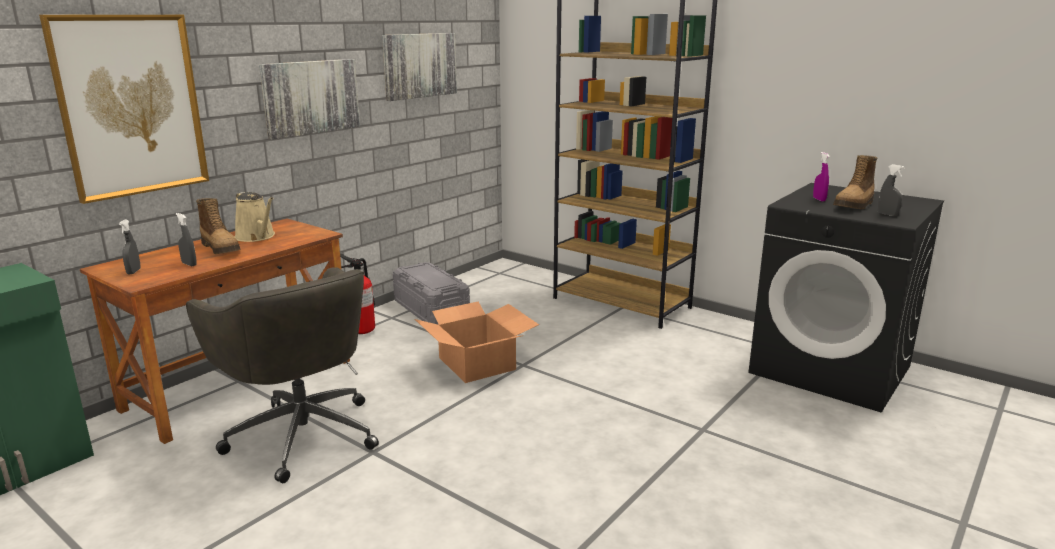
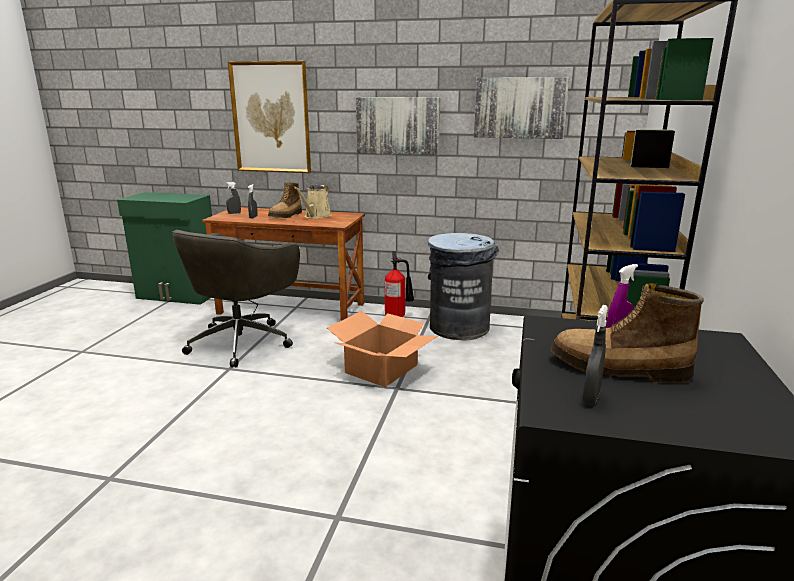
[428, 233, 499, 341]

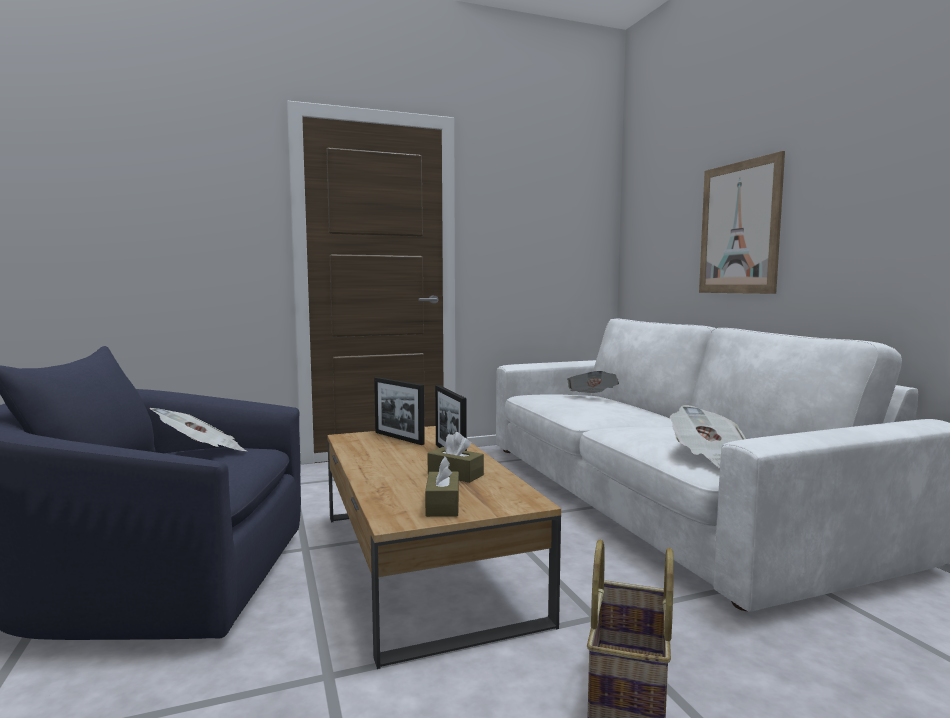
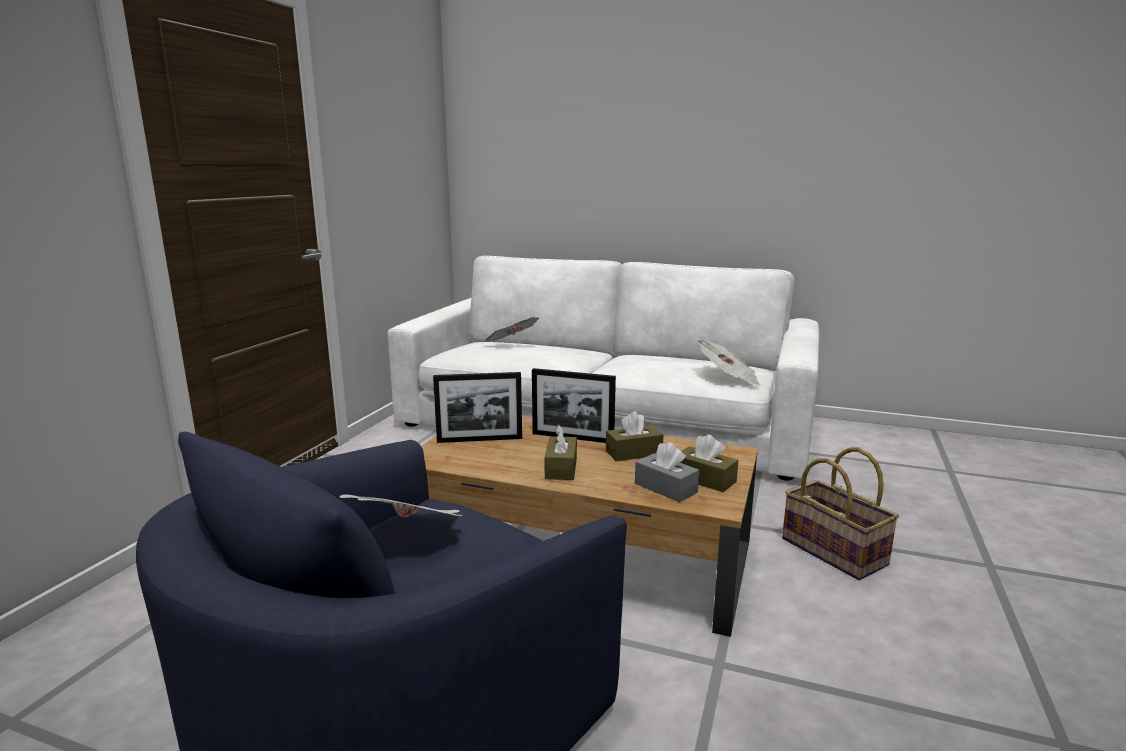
[699, 151, 785, 294] (first image)
[545, 425, 577, 480]
[635, 442, 699, 502]

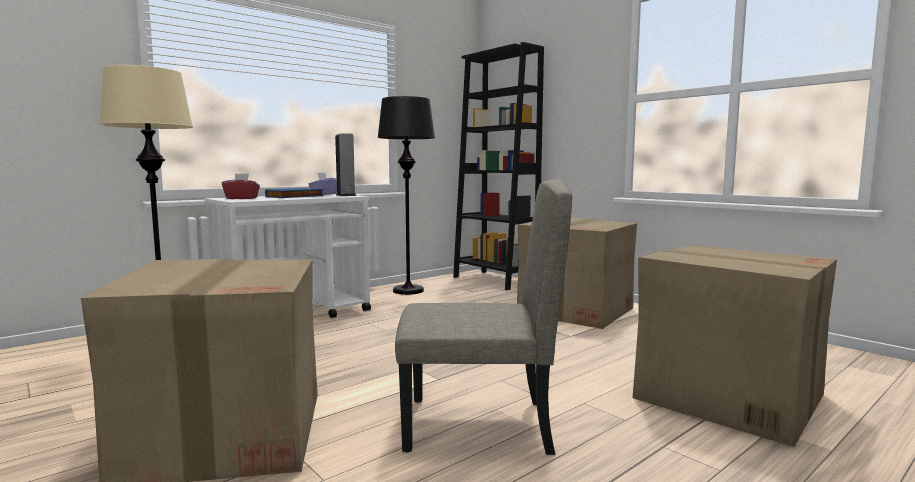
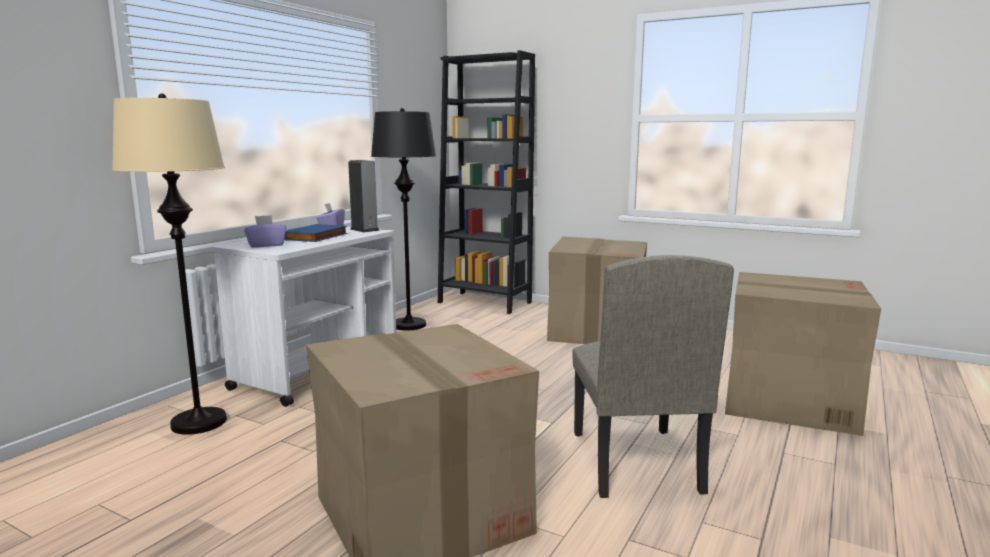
[244, 215, 286, 248]
[572, 255, 734, 498]

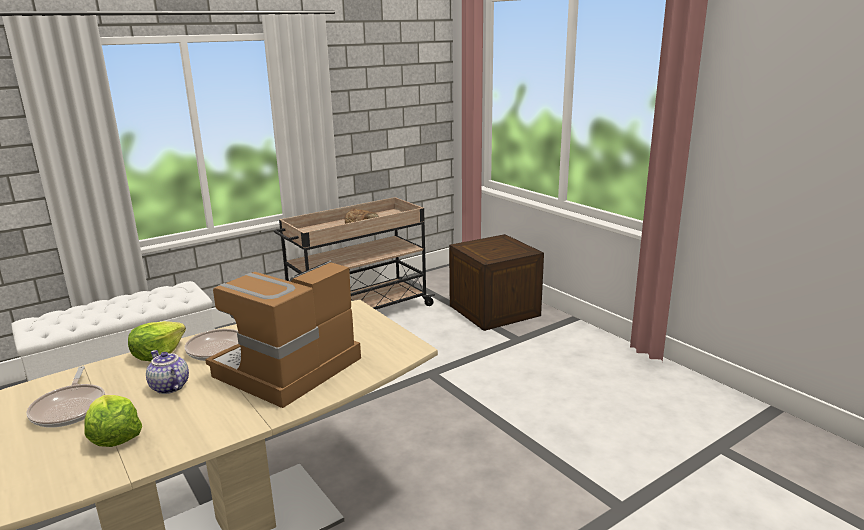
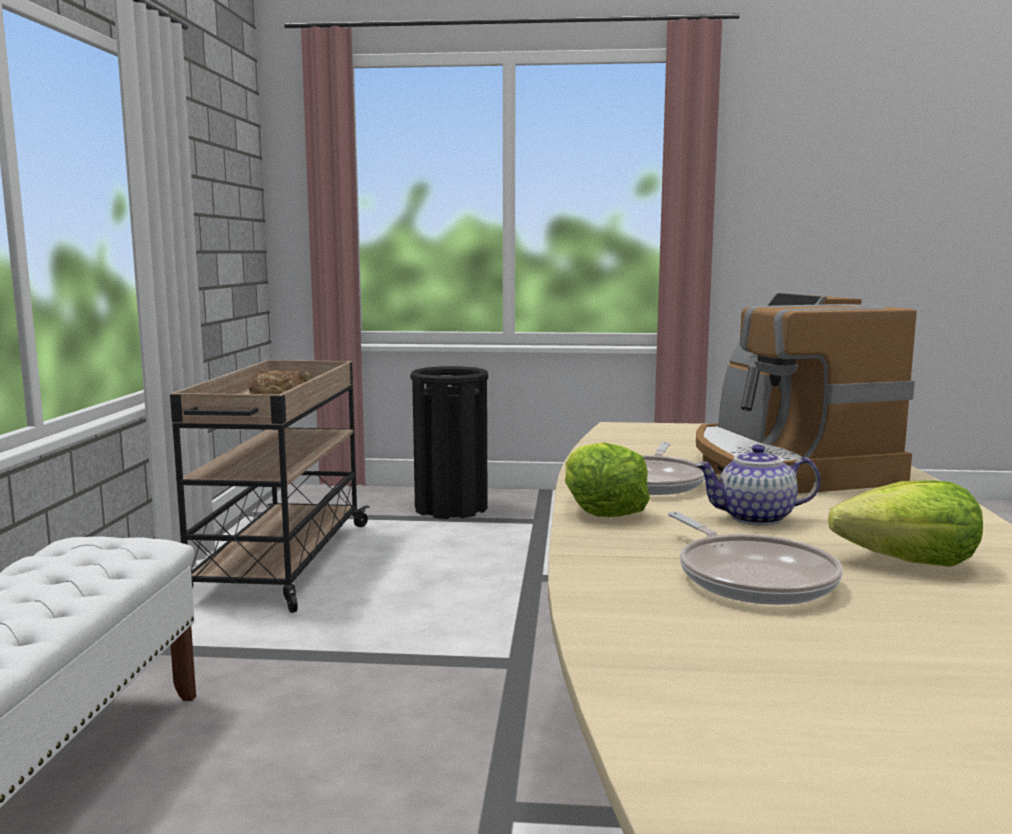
[410, 366, 488, 519]
[668, 511, 843, 605]

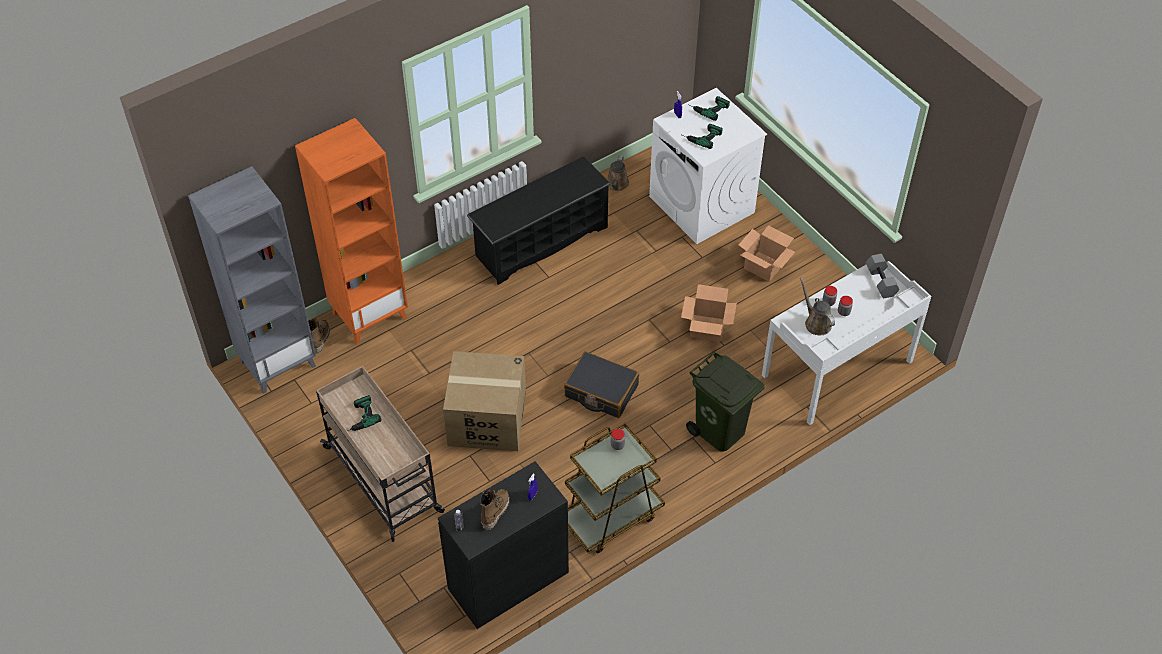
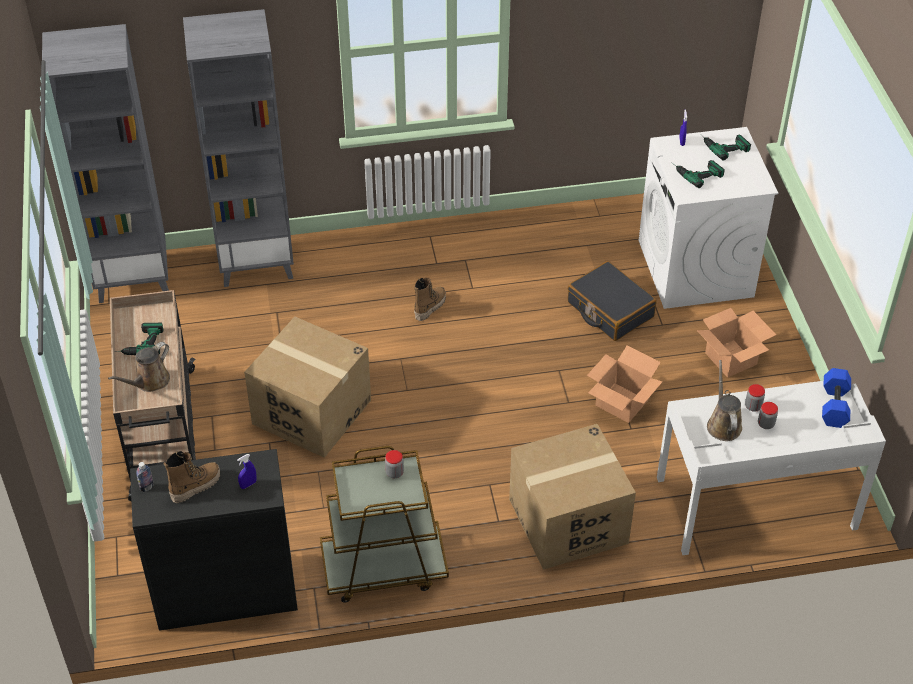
[183, 9, 294, 287]
[467, 156, 611, 285] (first image)
[108, 342, 170, 392]
[822, 368, 851, 428]
[414, 278, 446, 321]
[568, 261, 657, 341]
[509, 424, 636, 570]

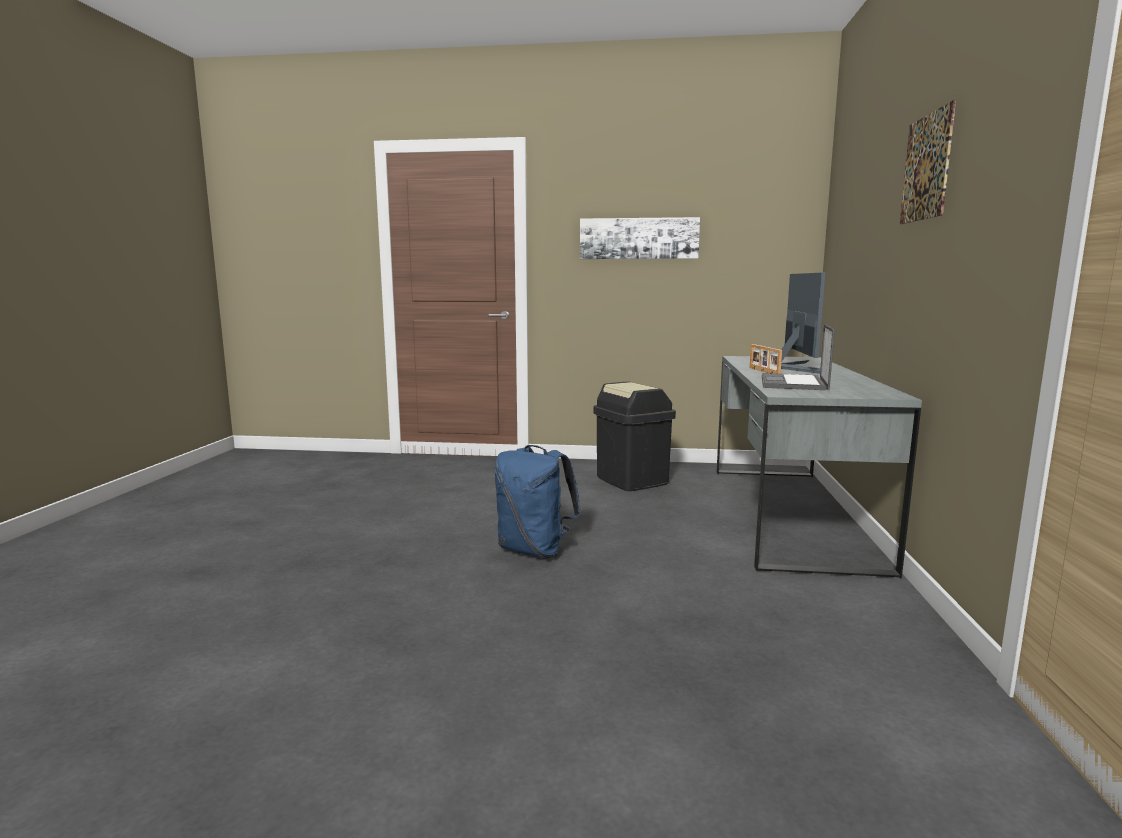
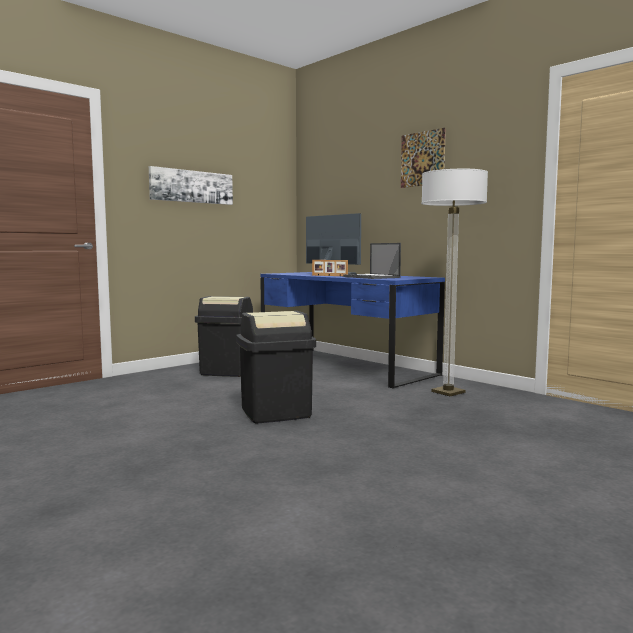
[260, 272, 445, 389]
[236, 311, 316, 423]
[421, 169, 488, 396]

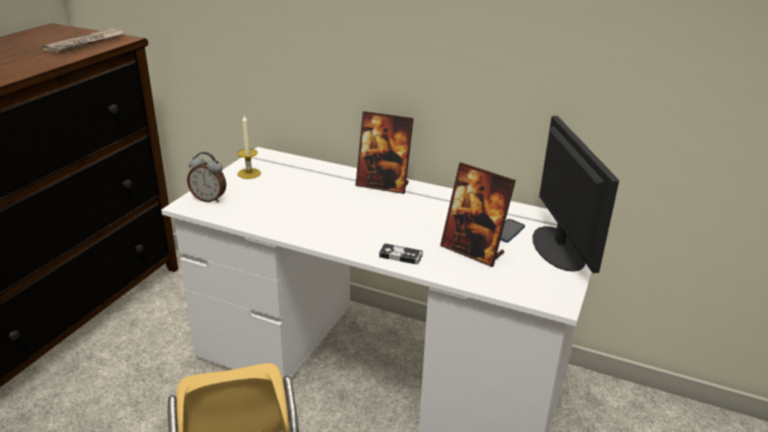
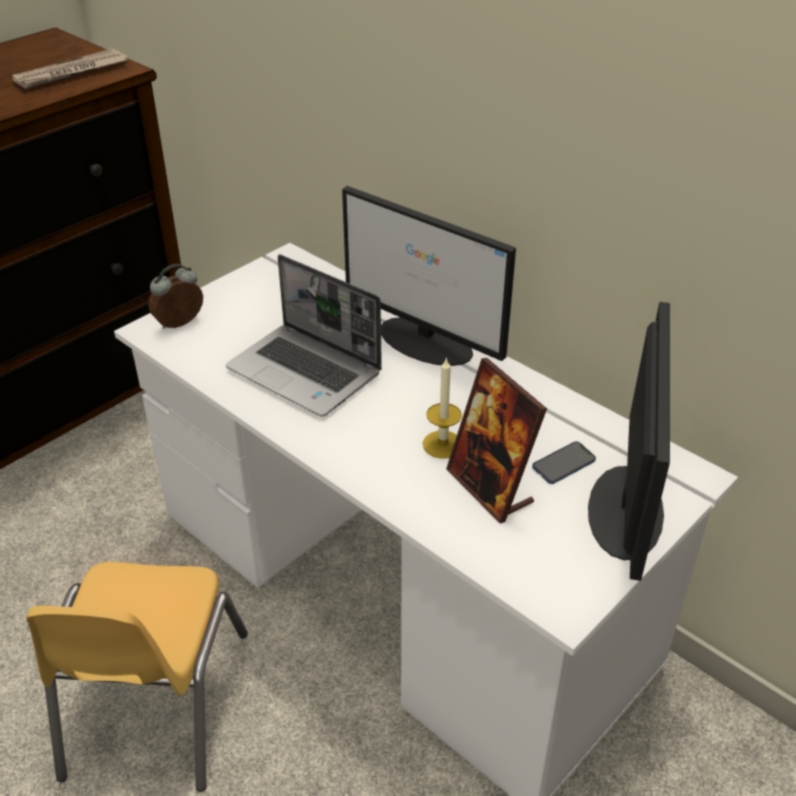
[342, 186, 516, 366]
[423, 357, 462, 459]
[148, 264, 203, 329]
[379, 243, 423, 264] (first image)
[226, 254, 382, 417]

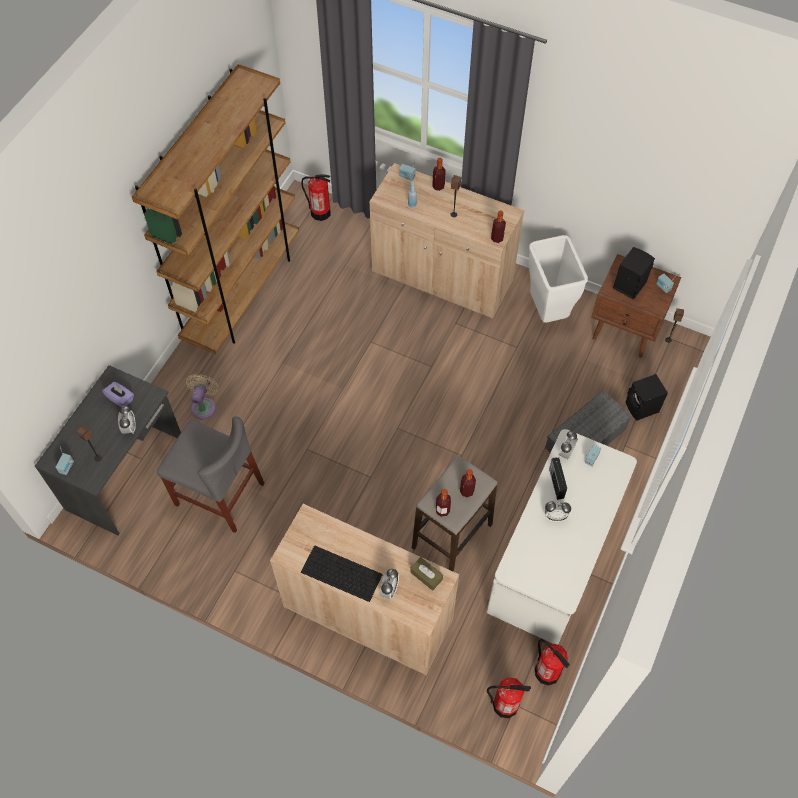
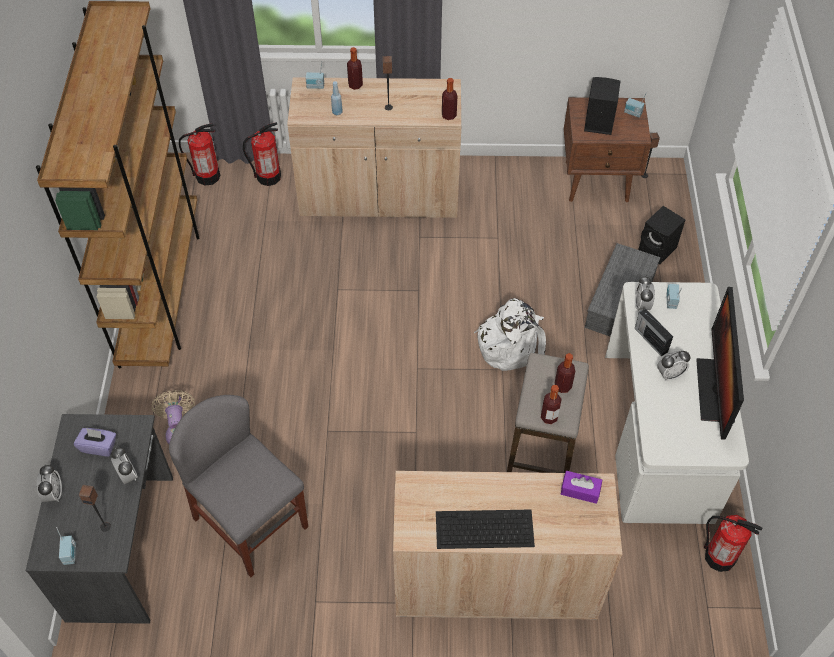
[529, 235, 588, 323] (first image)
[169, 395, 308, 577]
[561, 471, 602, 504]
[36, 465, 62, 502]
[243, 122, 281, 186]
[696, 287, 744, 440]
[474, 298, 546, 371]

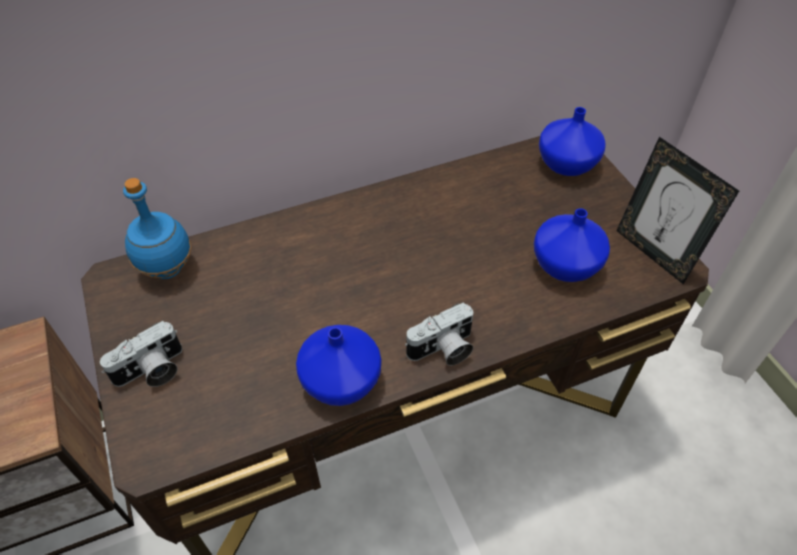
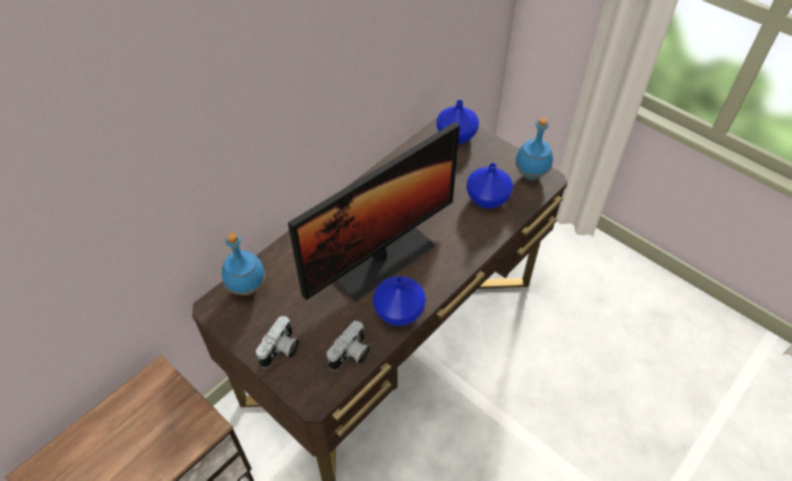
[515, 118, 553, 180]
[327, 321, 371, 371]
[288, 122, 460, 303]

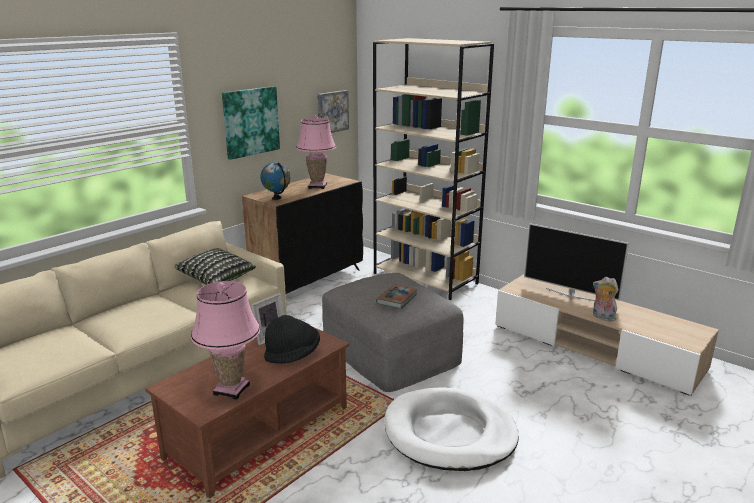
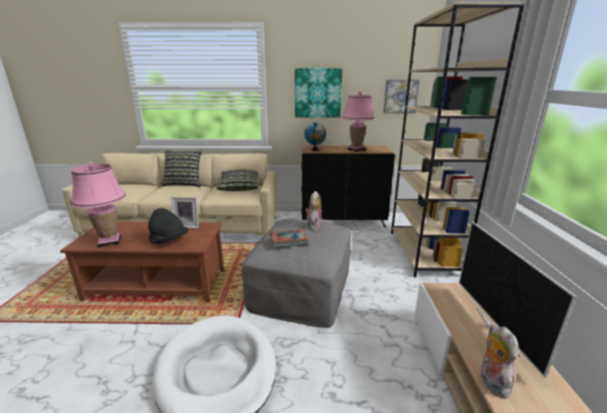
[162, 150, 202, 187]
[306, 191, 322, 231]

